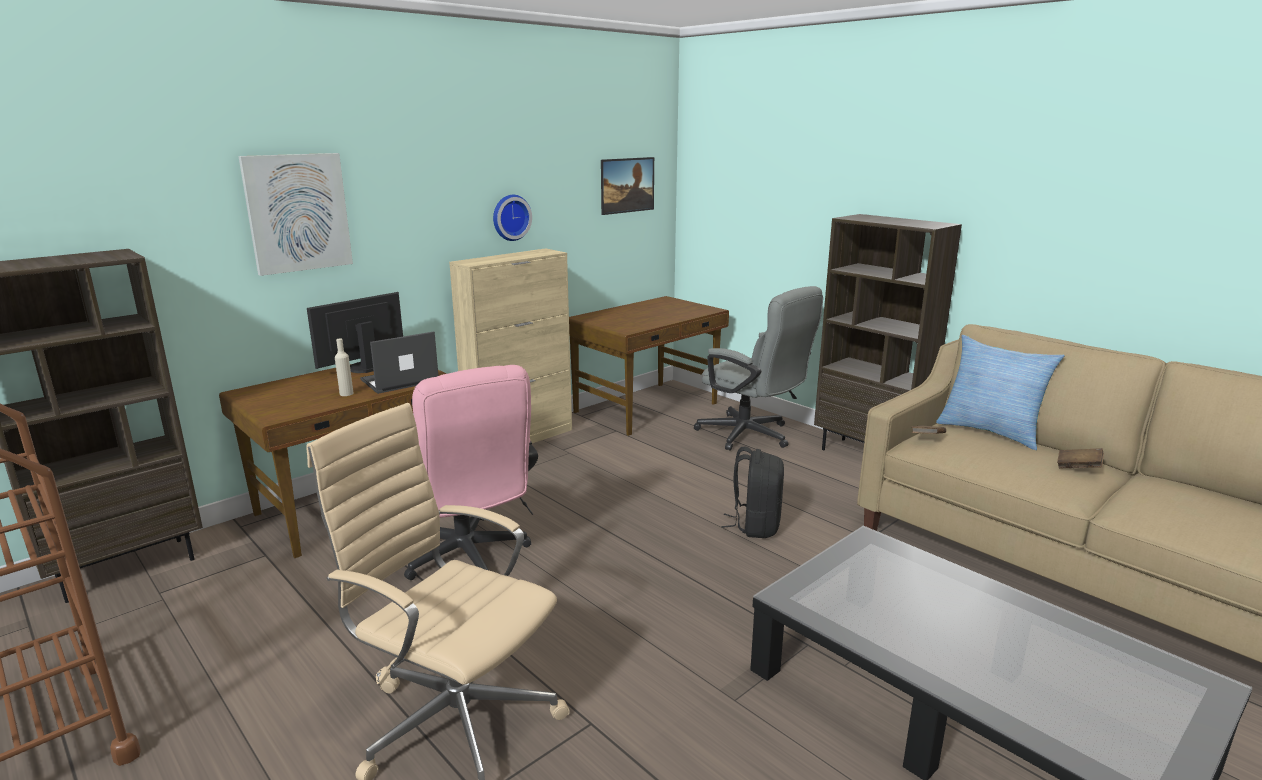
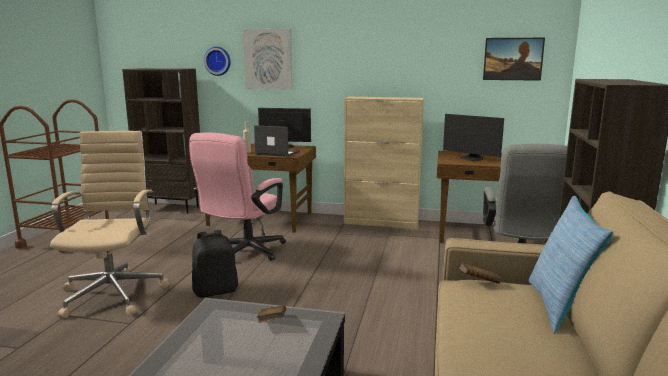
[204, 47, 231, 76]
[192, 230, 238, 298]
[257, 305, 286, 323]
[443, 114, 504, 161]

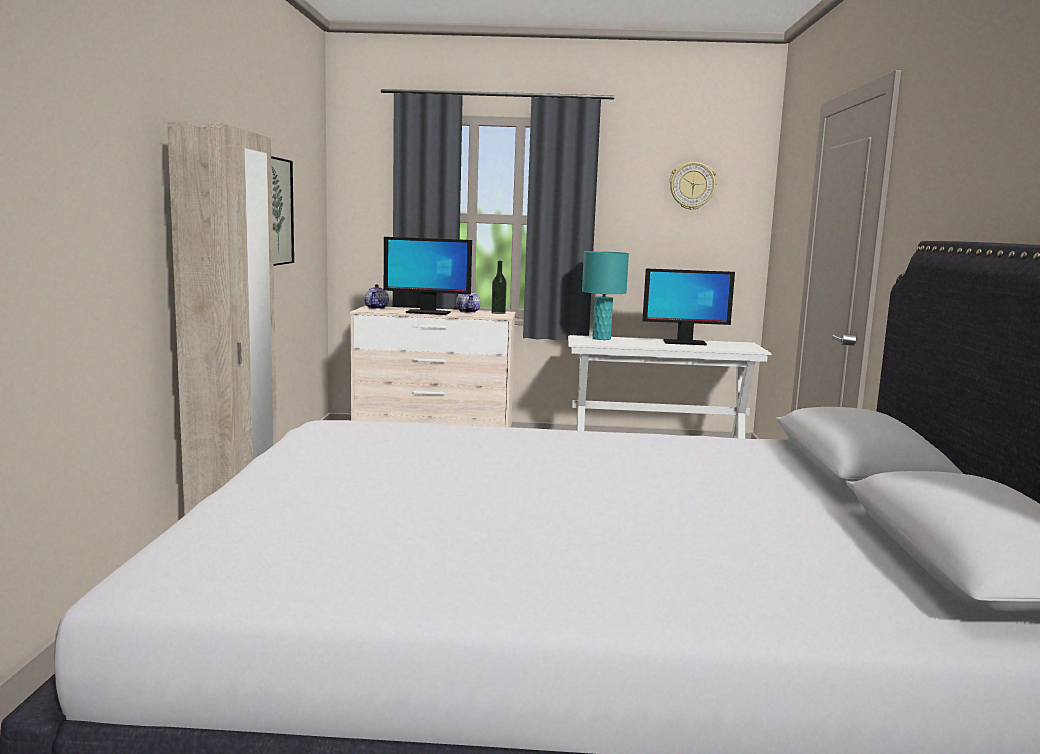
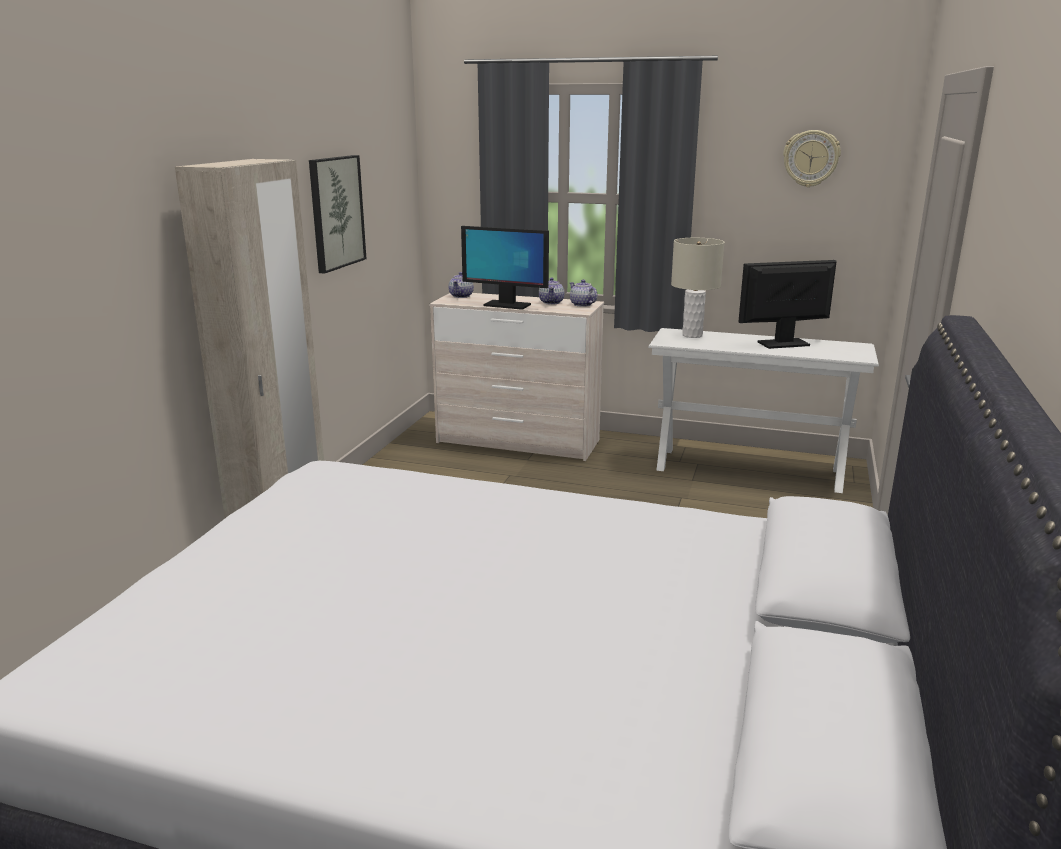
[671, 238, 725, 338]
[570, 280, 598, 307]
[738, 260, 836, 349]

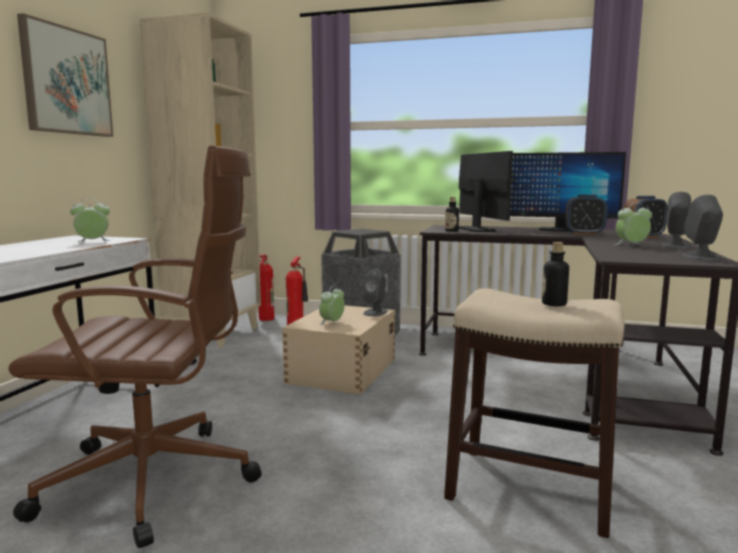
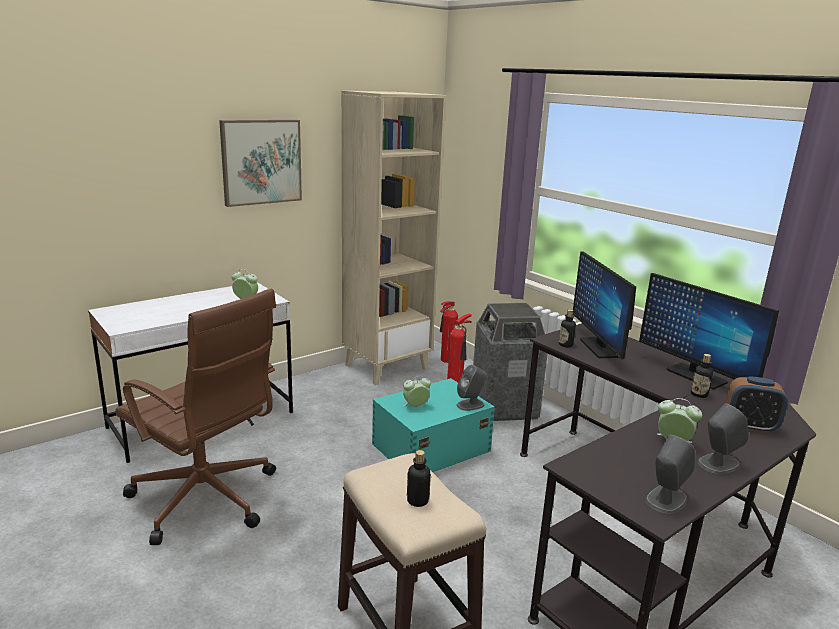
[573, 251, 636, 359]
[691, 354, 713, 398]
[372, 378, 495, 472]

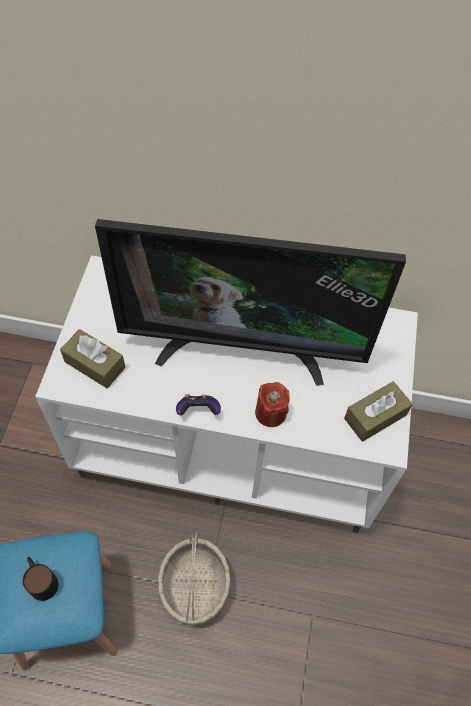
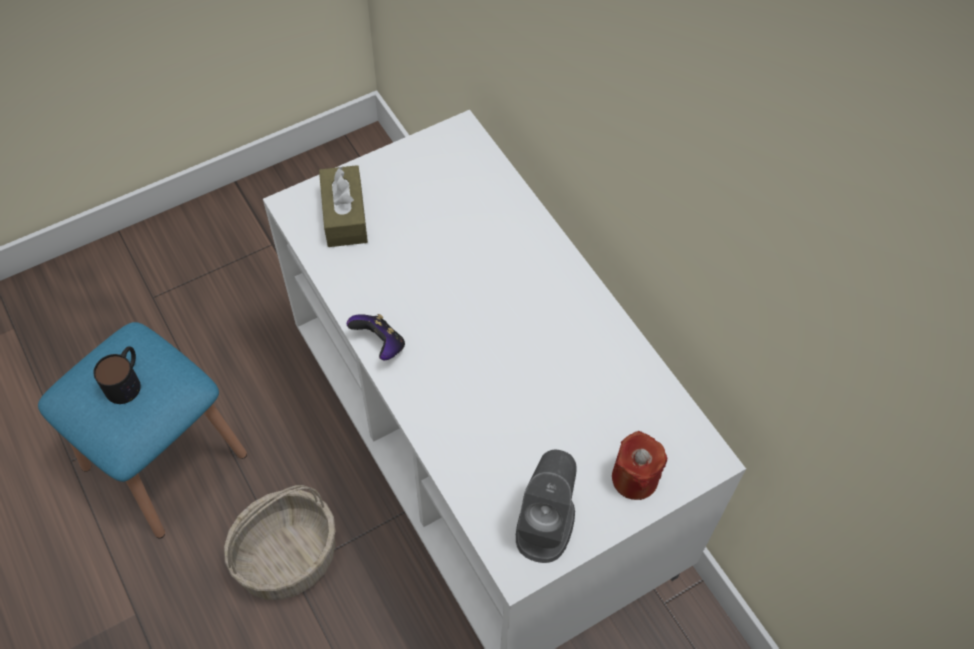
[95, 219, 406, 386] (first image)
[516, 450, 577, 563]
[612, 431, 667, 500]

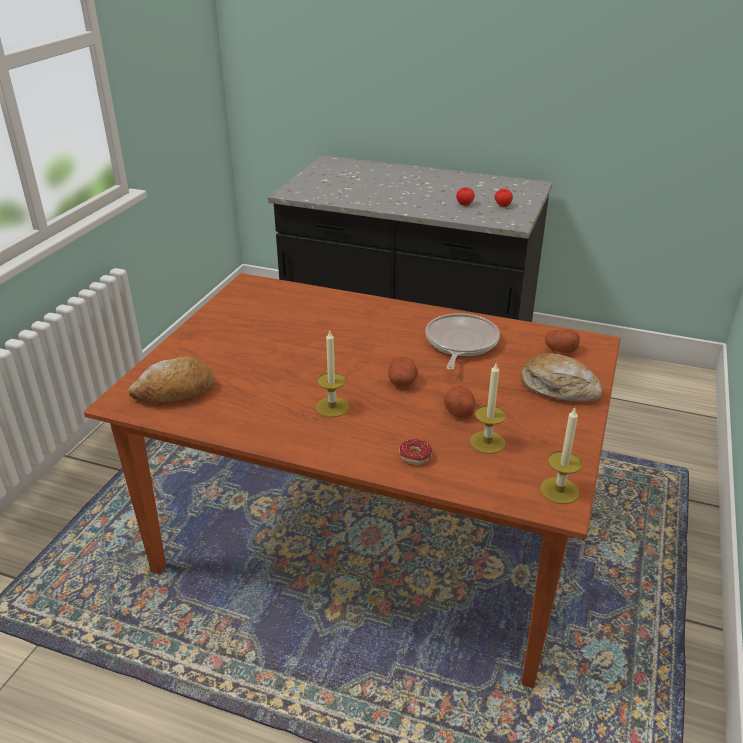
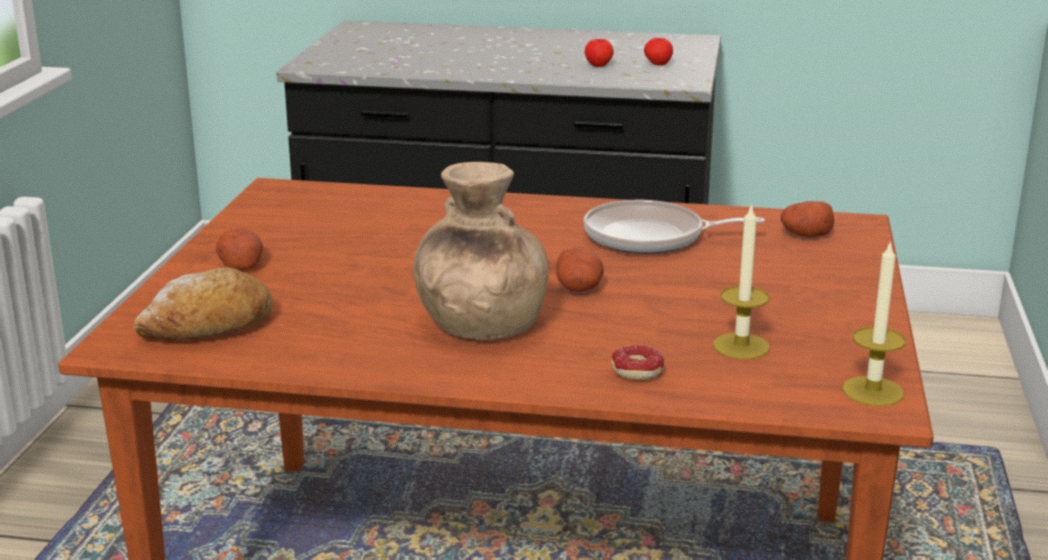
[583, 200, 765, 254]
[413, 162, 549, 339]
[520, 353, 603, 402] (first image)
[216, 228, 263, 271]

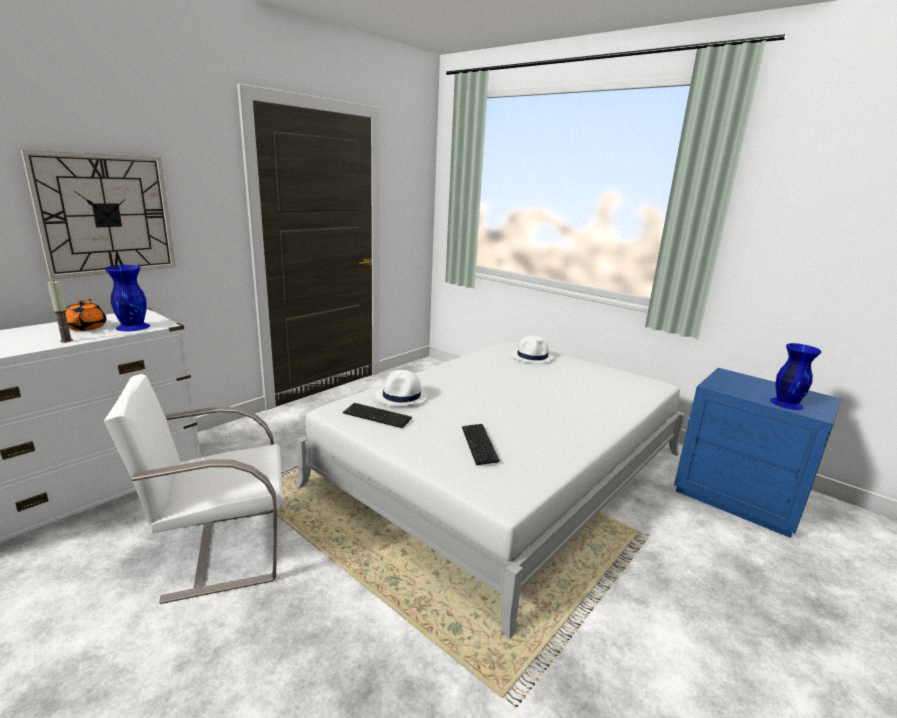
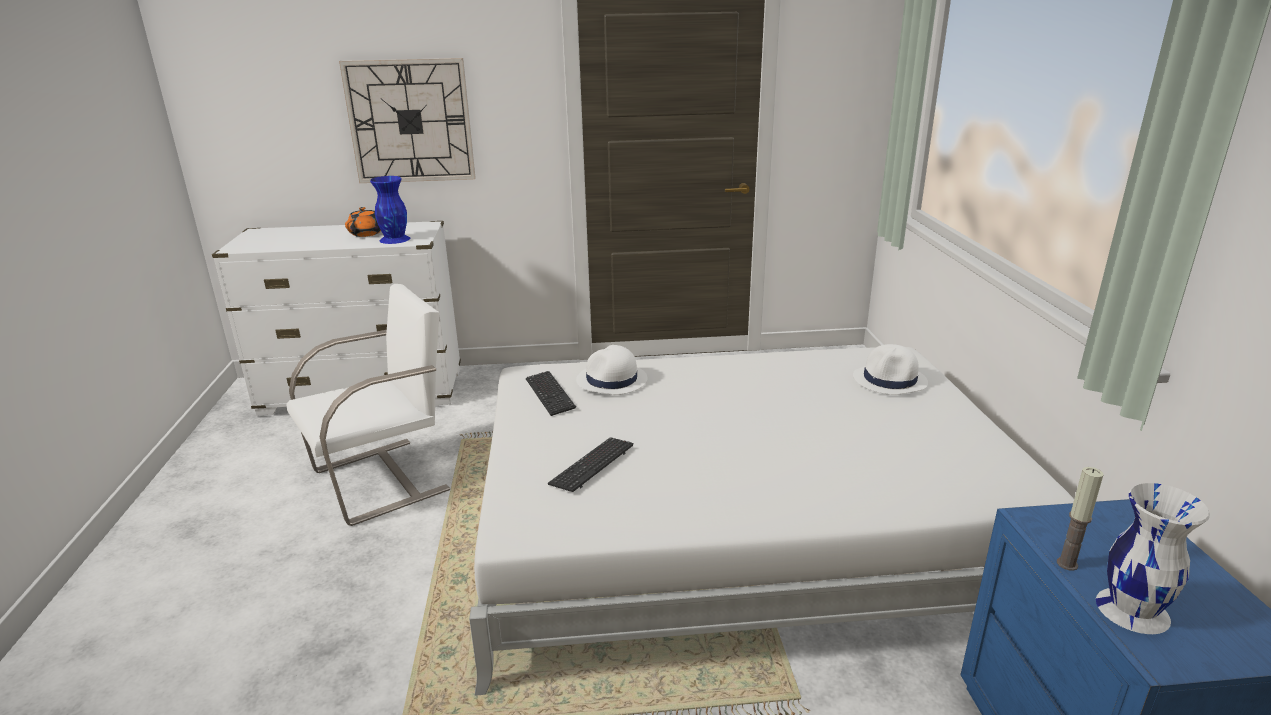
[1057, 467, 1104, 571]
[1096, 483, 1210, 634]
[286, 284, 450, 526]

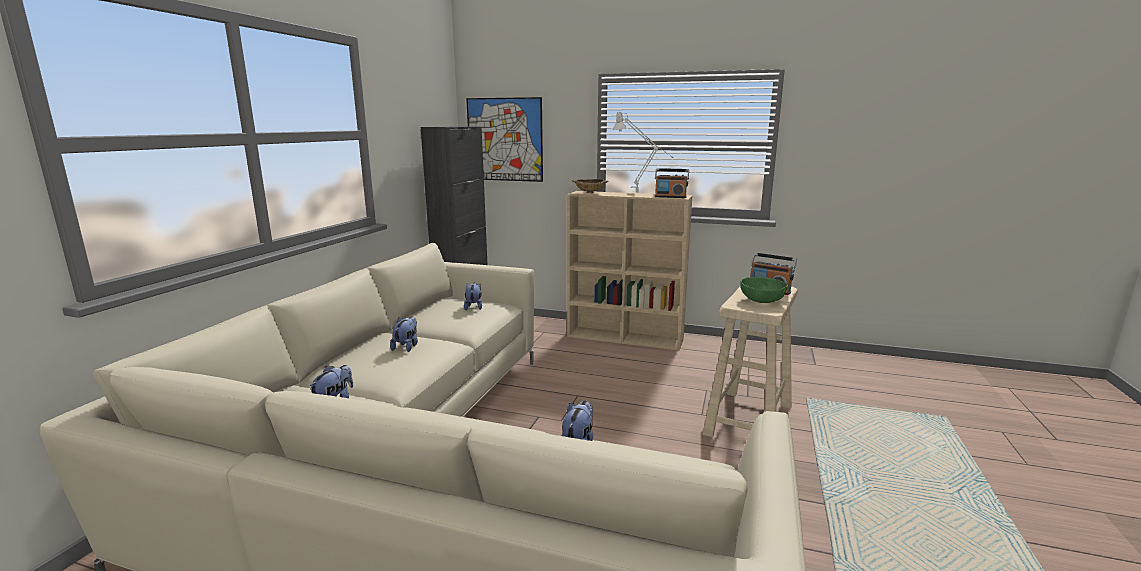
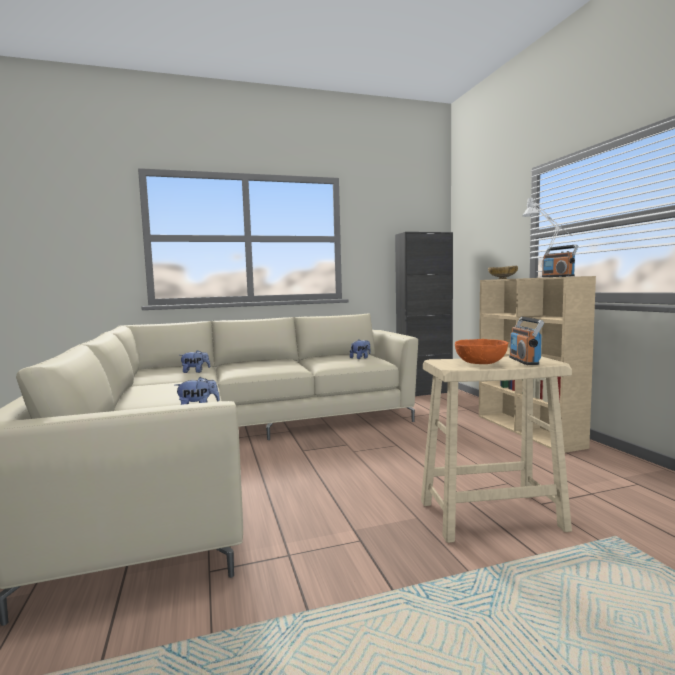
[466, 97, 543, 182] (first image)
[455, 339, 508, 364]
[390, 316, 418, 352] (first image)

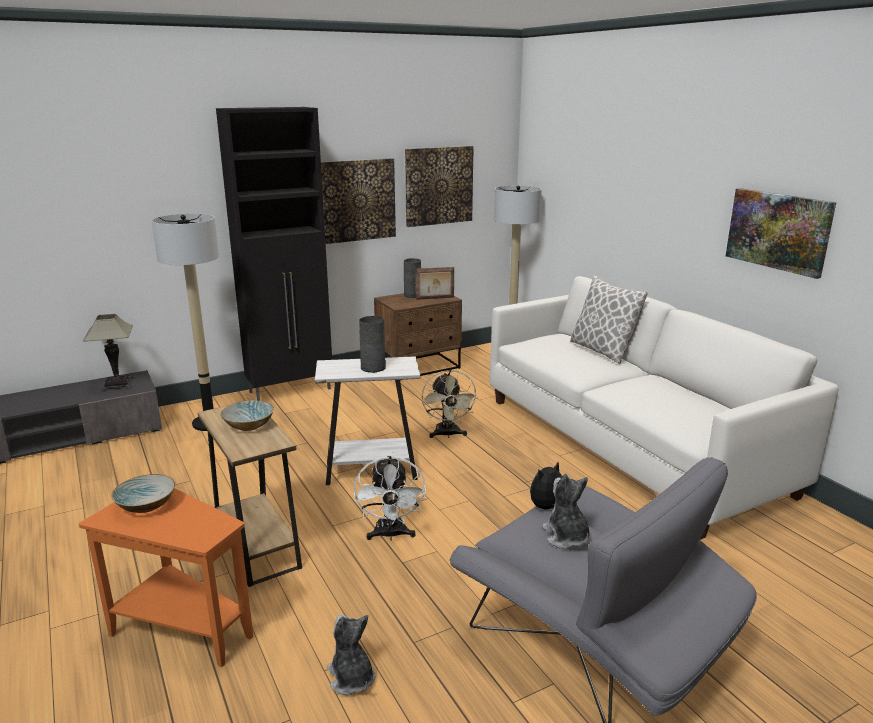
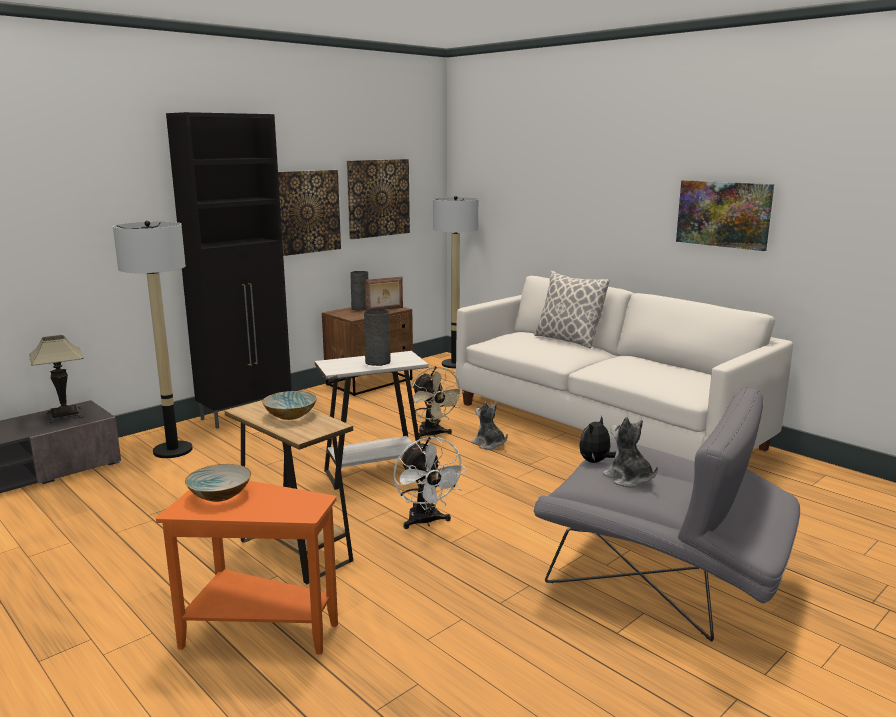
[472, 401, 508, 450]

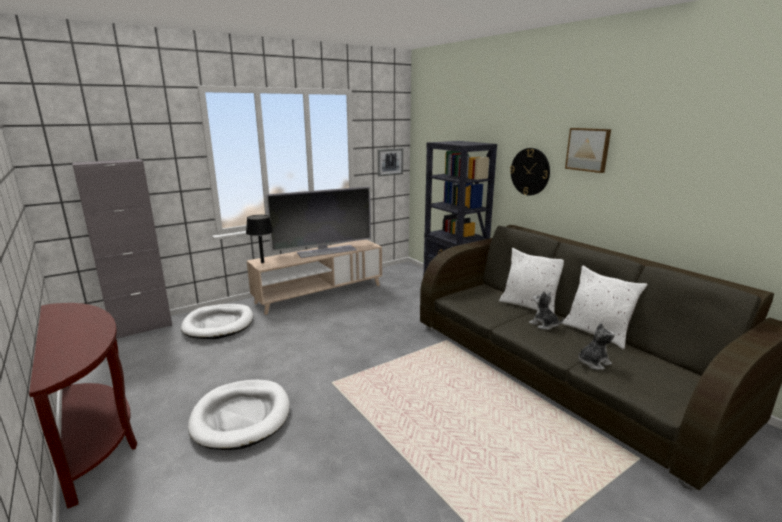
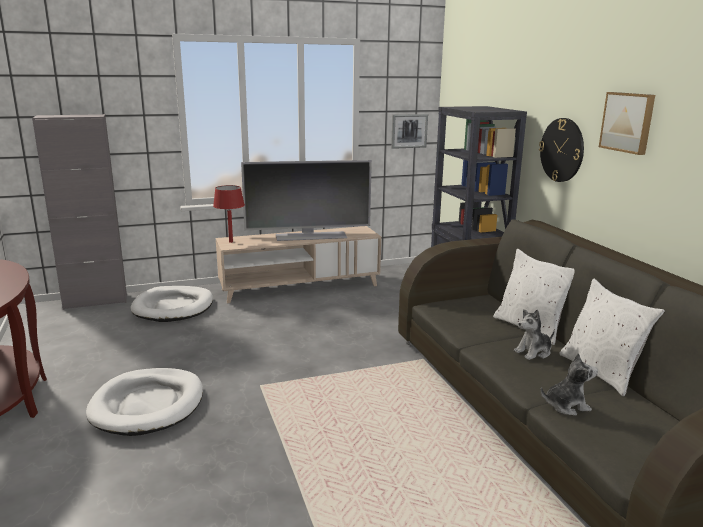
[213, 185, 245, 243]
[514, 309, 555, 360]

